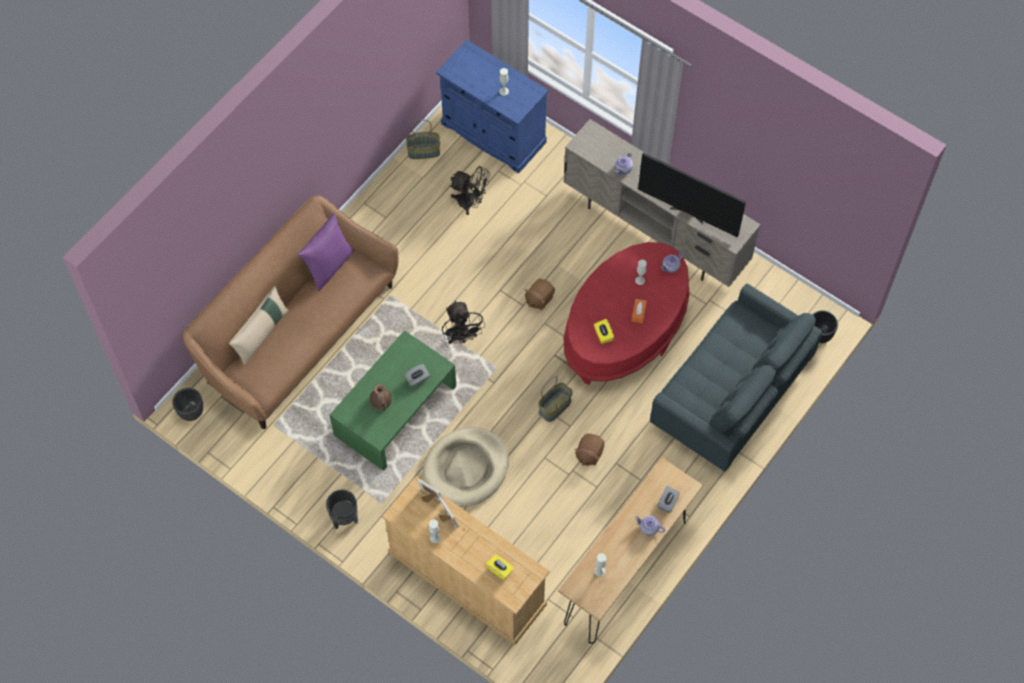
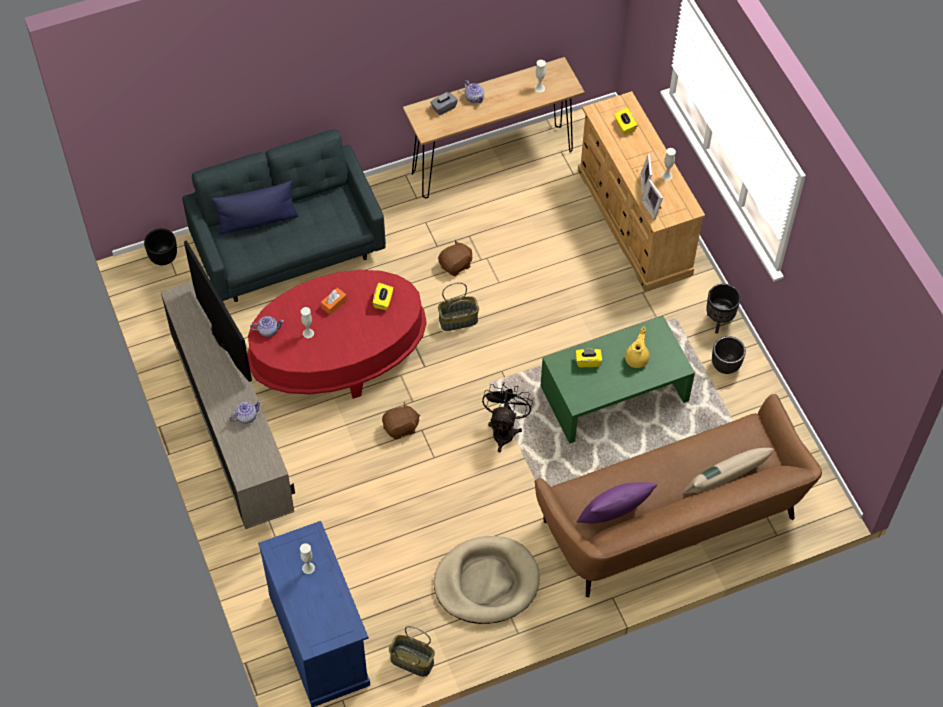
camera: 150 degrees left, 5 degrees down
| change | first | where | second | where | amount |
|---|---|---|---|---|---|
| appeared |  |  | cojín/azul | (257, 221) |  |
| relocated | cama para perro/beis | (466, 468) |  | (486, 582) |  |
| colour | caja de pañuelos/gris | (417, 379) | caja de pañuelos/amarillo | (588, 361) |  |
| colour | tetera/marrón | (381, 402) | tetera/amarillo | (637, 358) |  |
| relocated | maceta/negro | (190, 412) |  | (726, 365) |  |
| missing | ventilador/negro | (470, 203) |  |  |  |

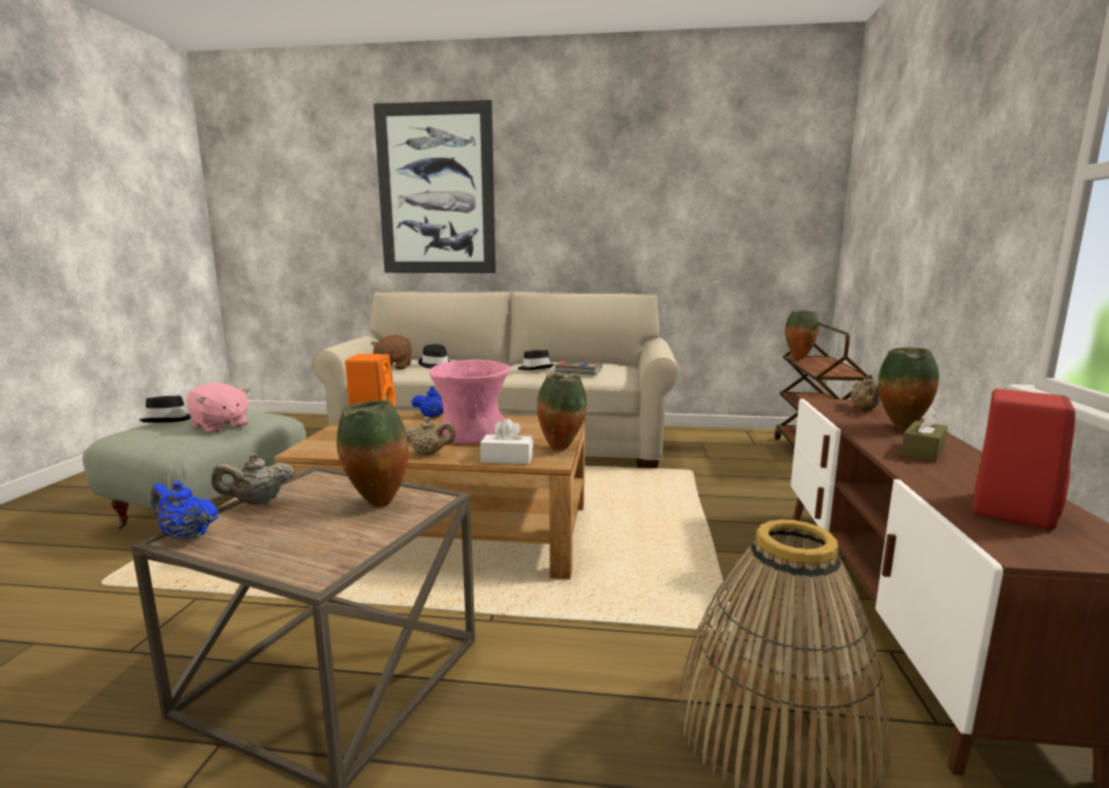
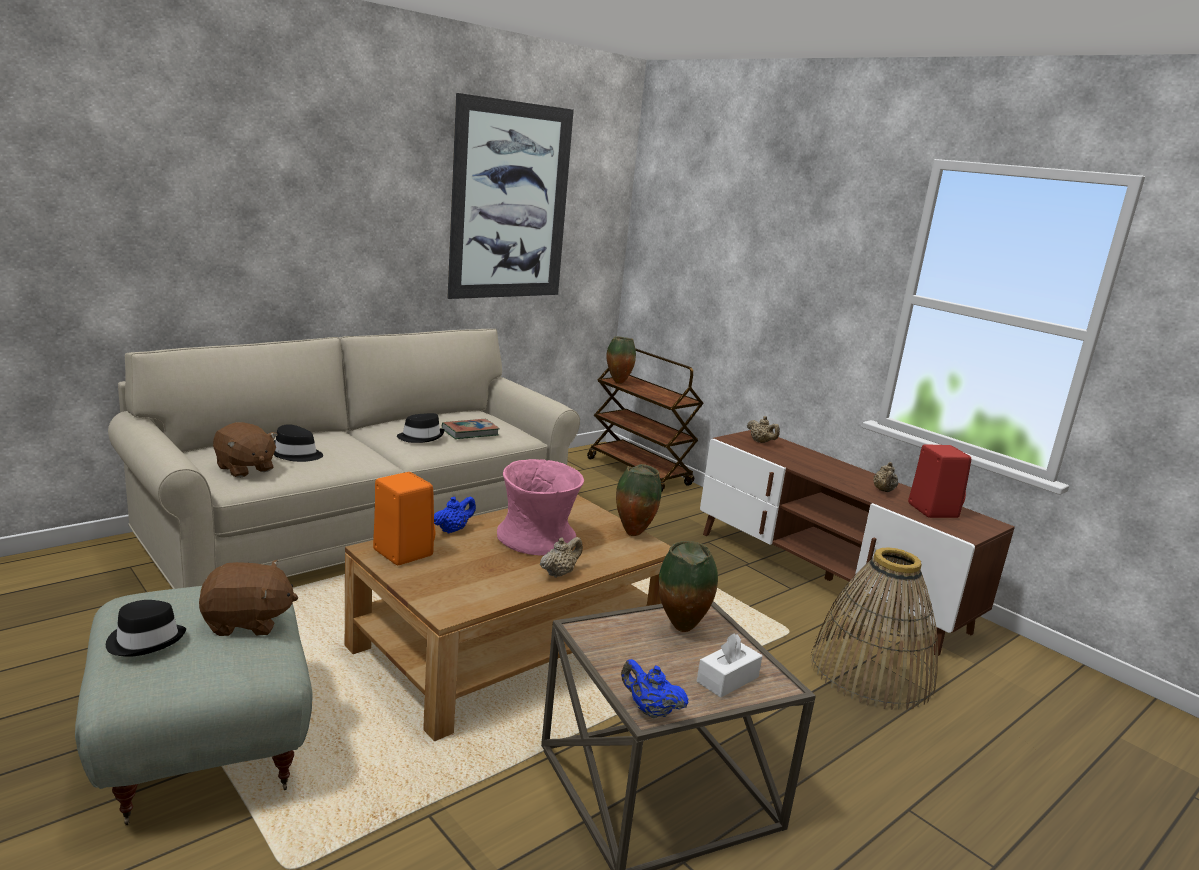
camera: 50 degrees left, 5 degrees up
| change | first | where | second | where | amount |
|---|---|---|---|---|---|
| colour | peluche/rosa | (220, 426) | peluche/marrón | (247, 622) |  |
| relocated | cuadro | (436, 190) |  | (510, 202) |  |
| spun | tetera/azul | (186, 536) |  | (650, 710) | 60 degrees clockwise |
| relocated | caja de pañuelos/blanco | (507, 459) |  | (727, 679) |  |
| relocated | tetera/beis | (257, 502) |  | (883, 491) |  |
| missing | florero | (901, 428) |  |  |  |
| missing | caja de pañuelos/marrón | (922, 452) |  |  |  |

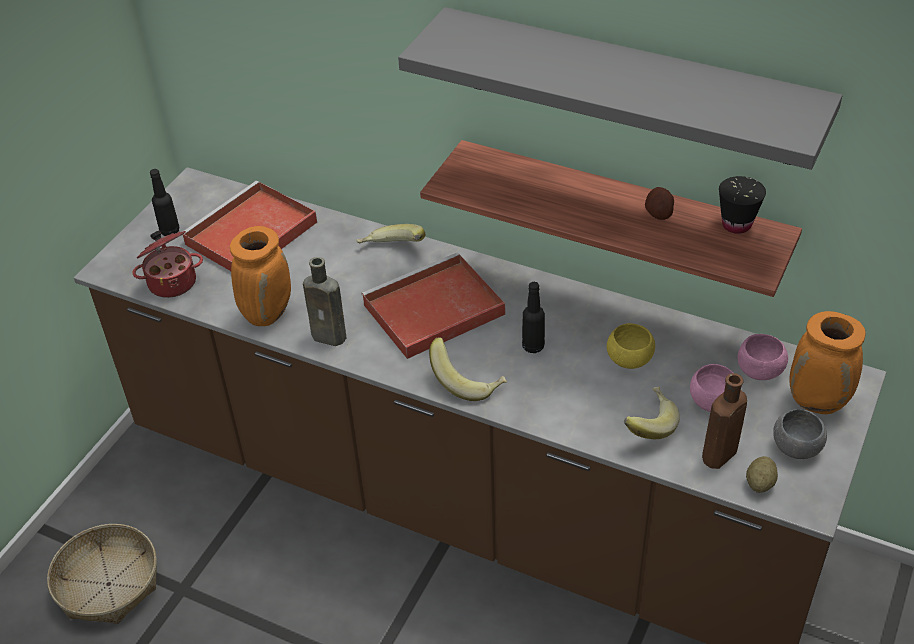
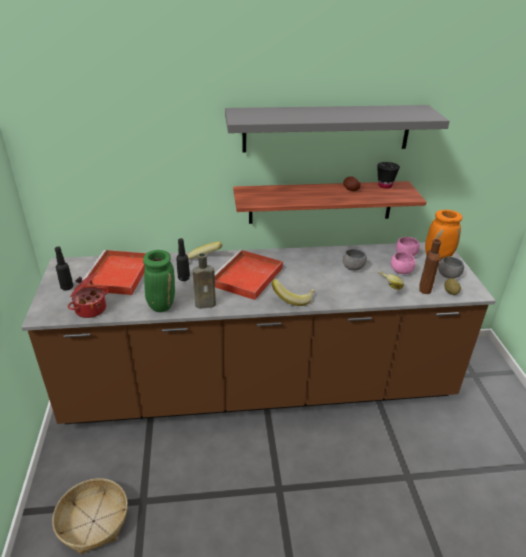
camera: 35 degrees left, 10 degrees down
| change | first | where | second | where | amount |
|---|---|---|---|---|---|
| colour | florero/naranja | (267, 313) | florero/verde | (161, 305) |  |
| relocated | botella/negro | (533, 346) |  | (184, 278) |  |
| colour | cuenco/amarillo | (630, 360) | cuenco/gris | (353, 267) |  |

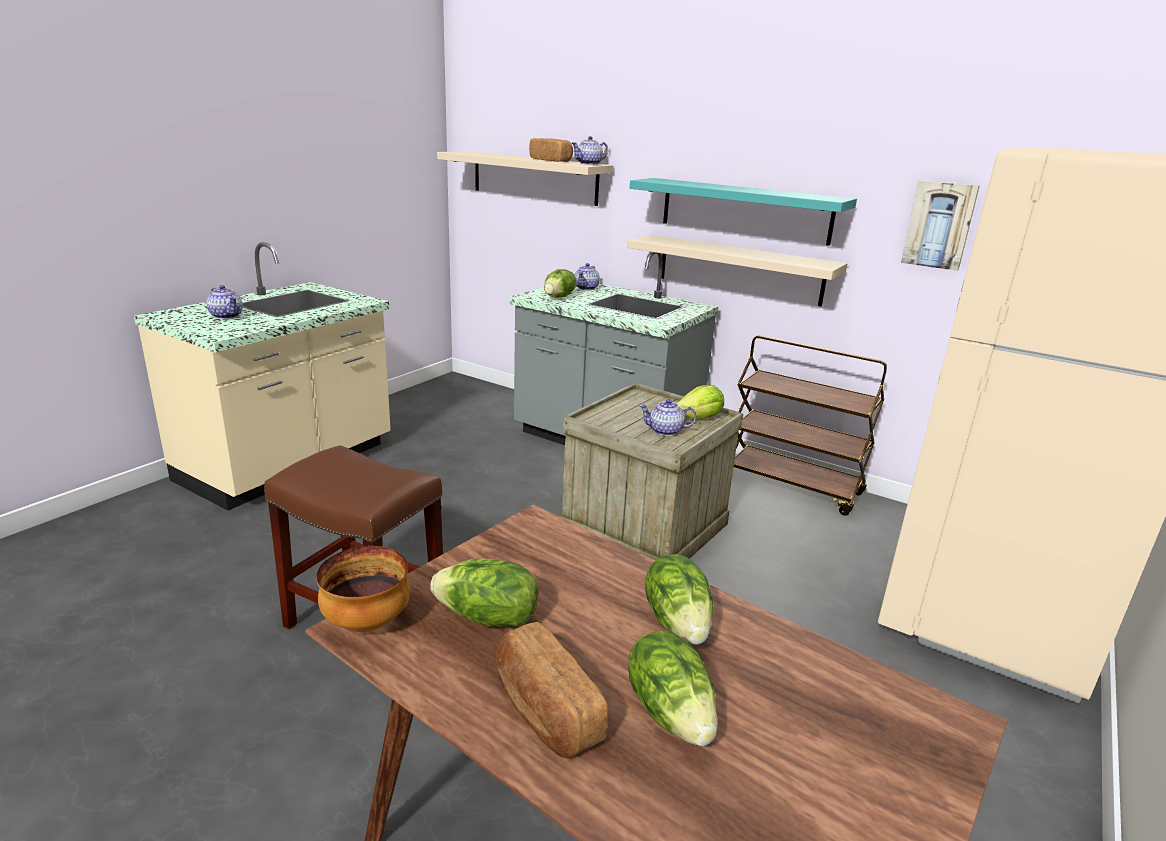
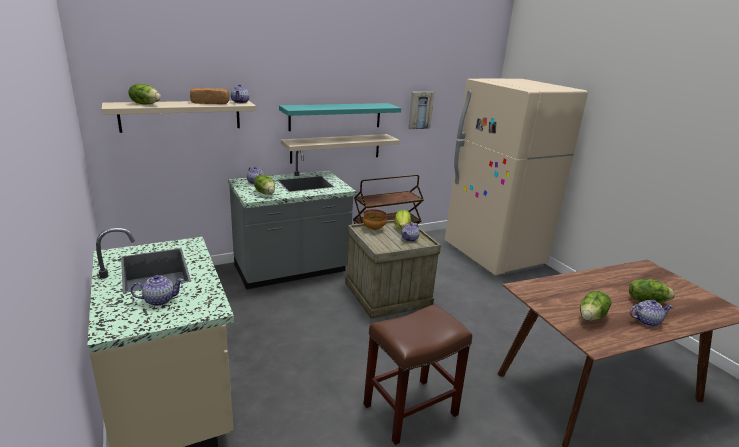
camera: 60 degrees left, 0 degrees up
| change | first | where | second | where | amount |
|---|---|---|---|---|---|
| relocated | lechuga | (678, 622) |  | (145, 104) |  |
| relocated | cuenco | (366, 622) |  | (373, 229) |  |
| exchanged | pan | (545, 710) | tetera | (646, 321) |  |

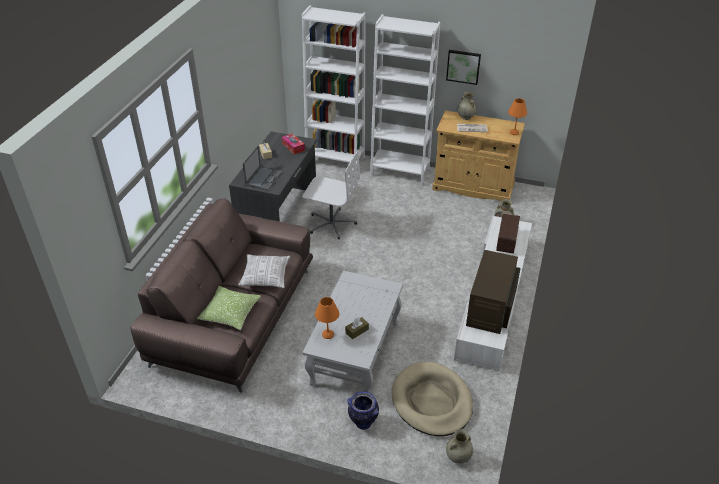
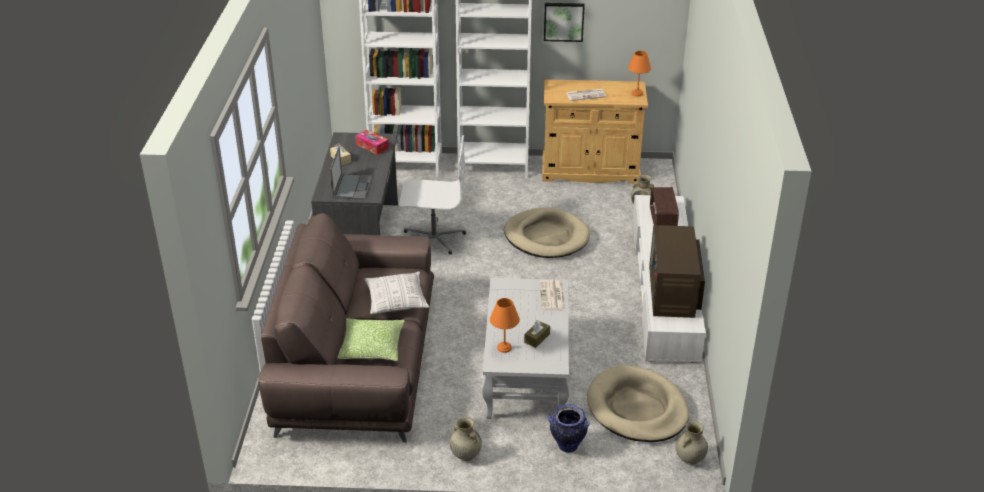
camera: 15 degrees left, 5 degrees down
| change | first | where | second | where | amount |
|---|---|---|---|---|---|
| relocated | florero/beis | (465, 117) |  | (465, 454) |  |
| appeared |  |  | cama para perro/beis | (546, 237) |  |
| appeared |  |  | periódico | (552, 296) |  |

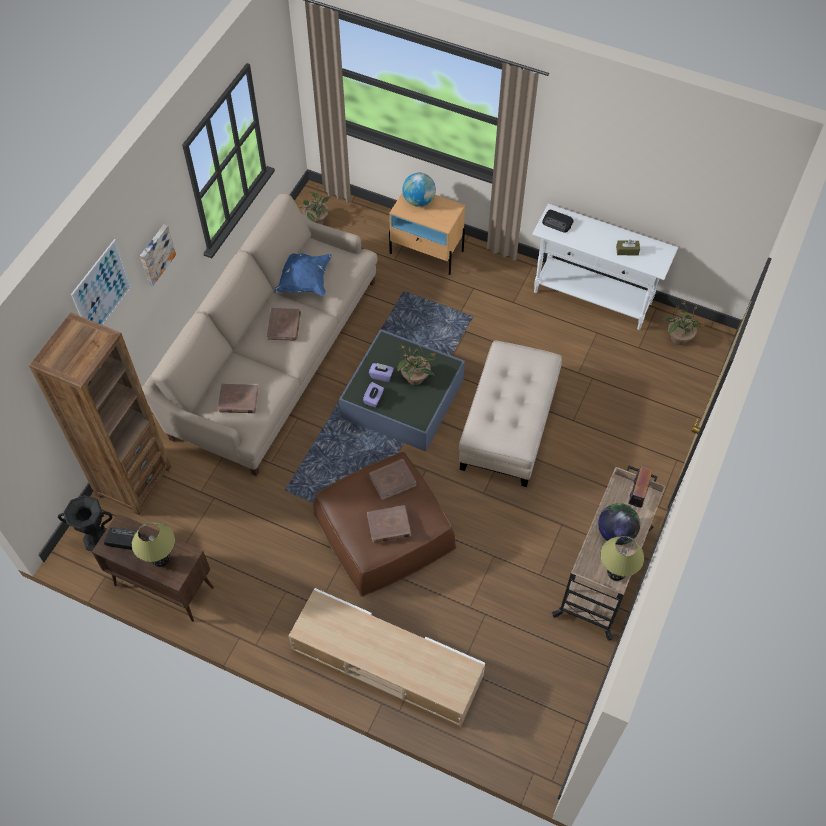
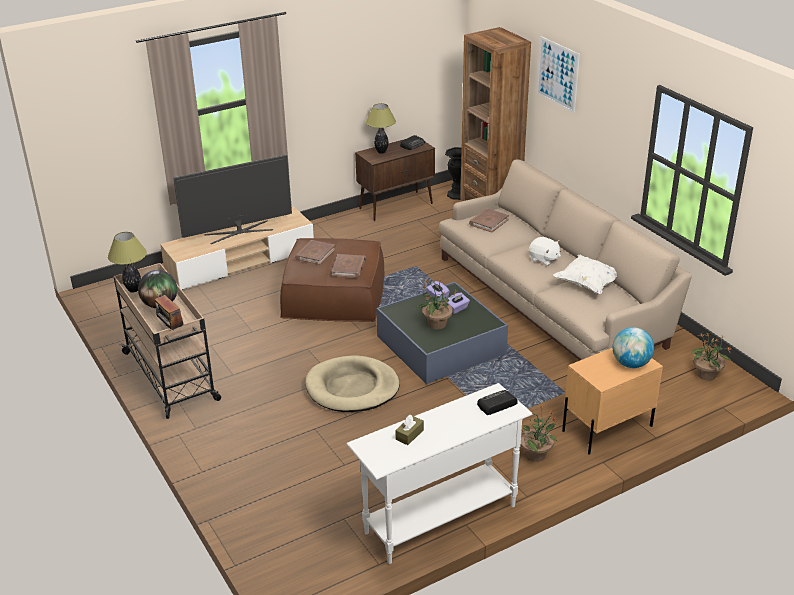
camera: 125 degrees right, 25 degrees down
| change | first | where | second | where | amount |
|---|---|---|---|---|---|
| appeared |  |  | televisor | (239, 232) |  |
| exchanged | puf/beis | (507, 426) | cama para perro/beis | (352, 388) |  |
| relocated | planta en maceta | (678, 338) |  | (536, 454) |  |
| exchanged | libro/marrón | (284, 325) | peluche/blanco | (544, 259) |  |
| colour | cojín/azul | (304, 281) | cojín/blanco | (588, 284) |  |
| missing | cuadro | (156, 254) |  |  |  |

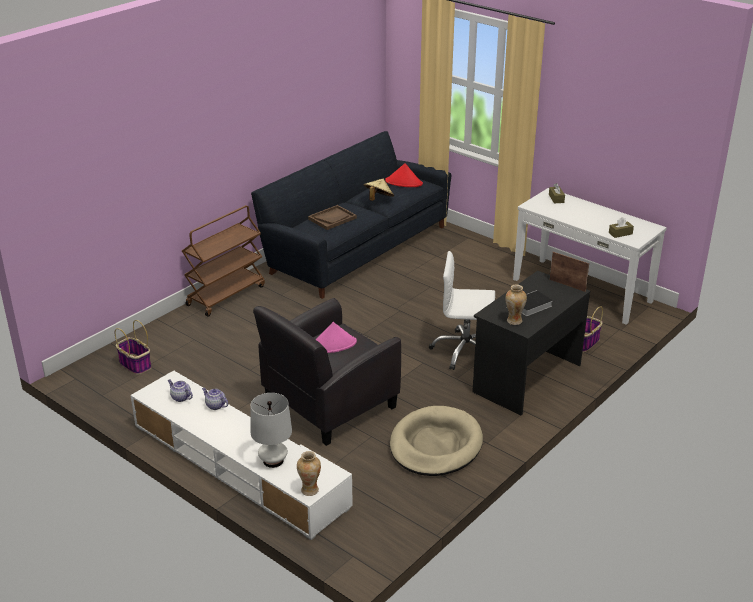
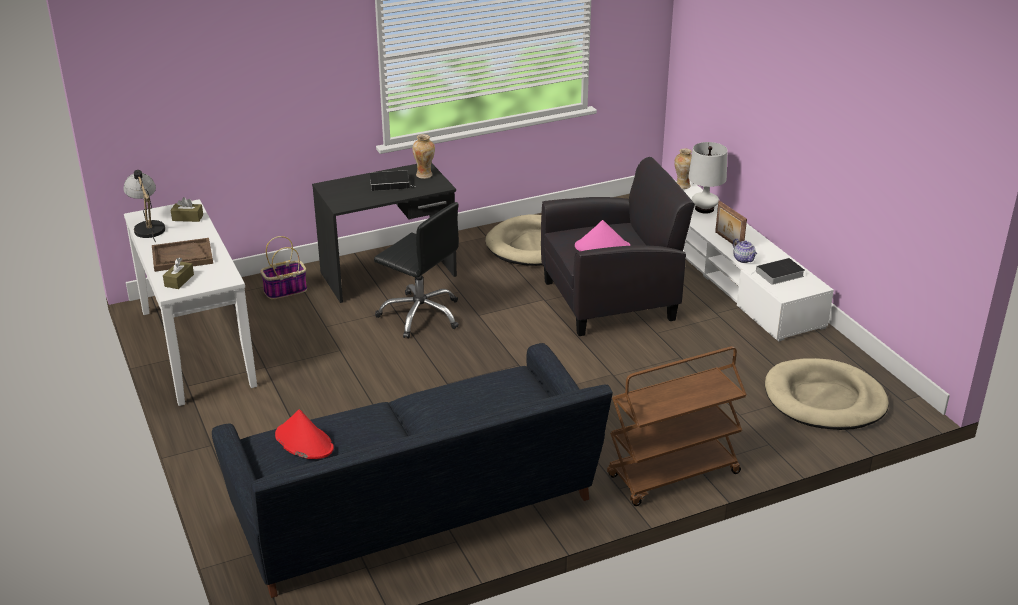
camera: 155 degrees left, 0 degrees up
| change | first | where | second | where | amount |
|---|---|---|---|---|---|
| appeared |  |  | lámpara de mesa | (147, 227) |  |
| relocated | bandeja/marrón | (332, 218) |  | (182, 256) |  |
| colour | silla de oficina/blanco | (465, 351) | silla de oficina/negro | (421, 315) |  |
| relocated | portarretratos | (567, 285) |  | (728, 241) |  |
| exchanged | tetera | (180, 397) | libro | (779, 274) |  |
| exchanged | cesta | (134, 364) | cama para perro/beis | (824, 400) |  |
| missing | sombrero/beis | (378, 199) |  |  |  |

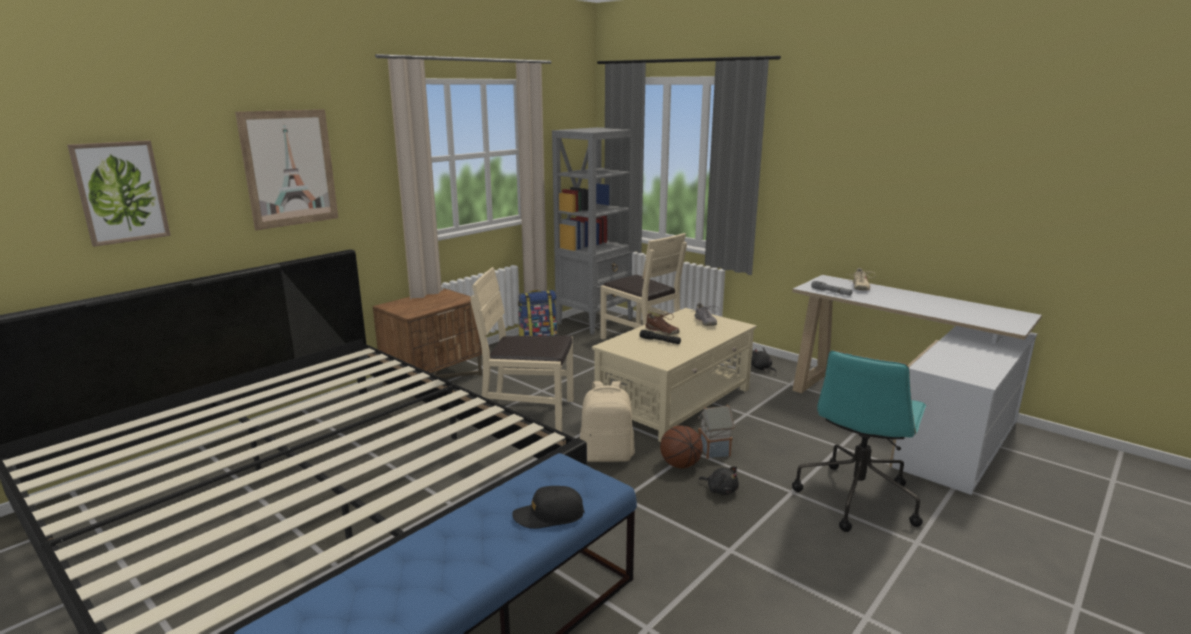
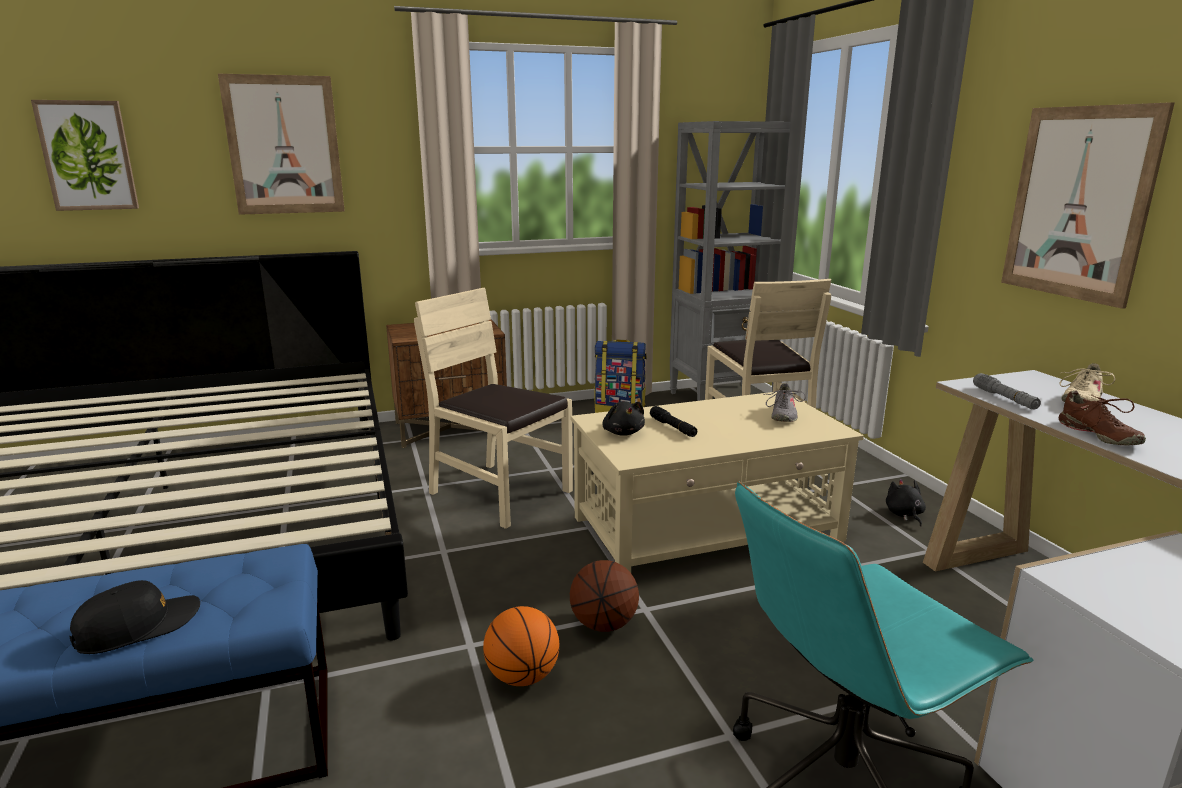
camera: 30 degrees right, 0 degrees up
| change | first | where | second | where | amount |
|---|---|---|---|---|---|
| spun | gorra/negro | (549, 515) |  | (138, 627) | 120 degrees clockwise |
| appeared |  |  | balón de baloncesto | (522, 676) |  |
| relocated | peluche/negro | (720, 490) |  | (623, 432) |  |
| appeared |  |  | cuadro | (1078, 203) |  |
| relocated | zapato/marrón | (661, 331) |  | (1097, 435) |  |
| missing | mochila/beis | (607, 455) |  |  |  |
| missing | casita | (714, 451) |  |  |  |

